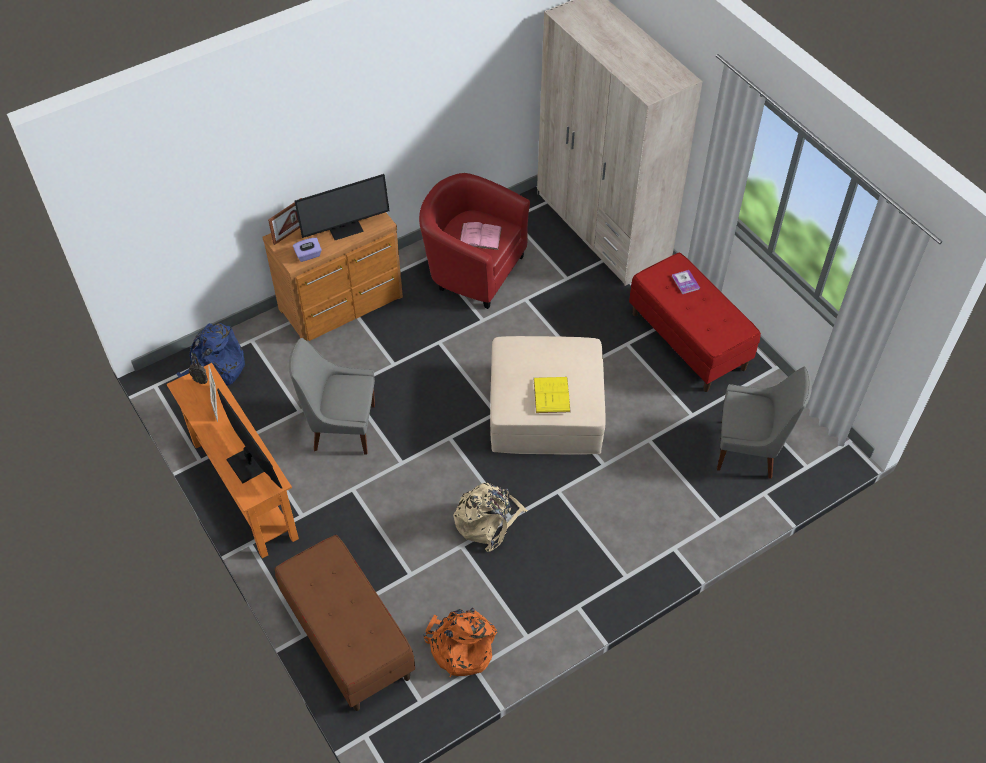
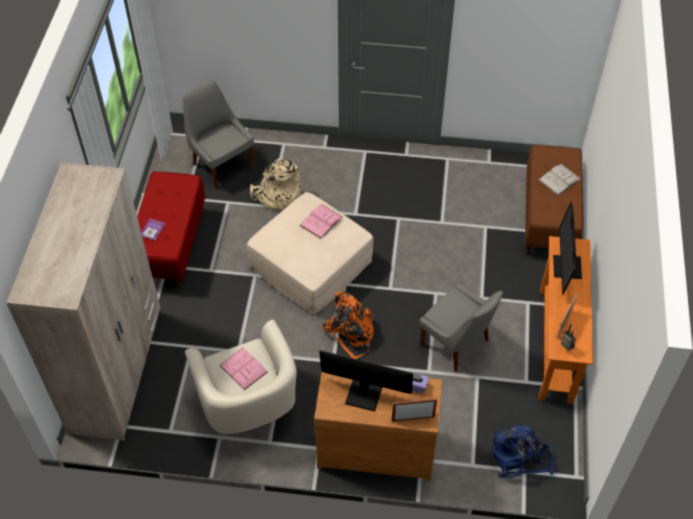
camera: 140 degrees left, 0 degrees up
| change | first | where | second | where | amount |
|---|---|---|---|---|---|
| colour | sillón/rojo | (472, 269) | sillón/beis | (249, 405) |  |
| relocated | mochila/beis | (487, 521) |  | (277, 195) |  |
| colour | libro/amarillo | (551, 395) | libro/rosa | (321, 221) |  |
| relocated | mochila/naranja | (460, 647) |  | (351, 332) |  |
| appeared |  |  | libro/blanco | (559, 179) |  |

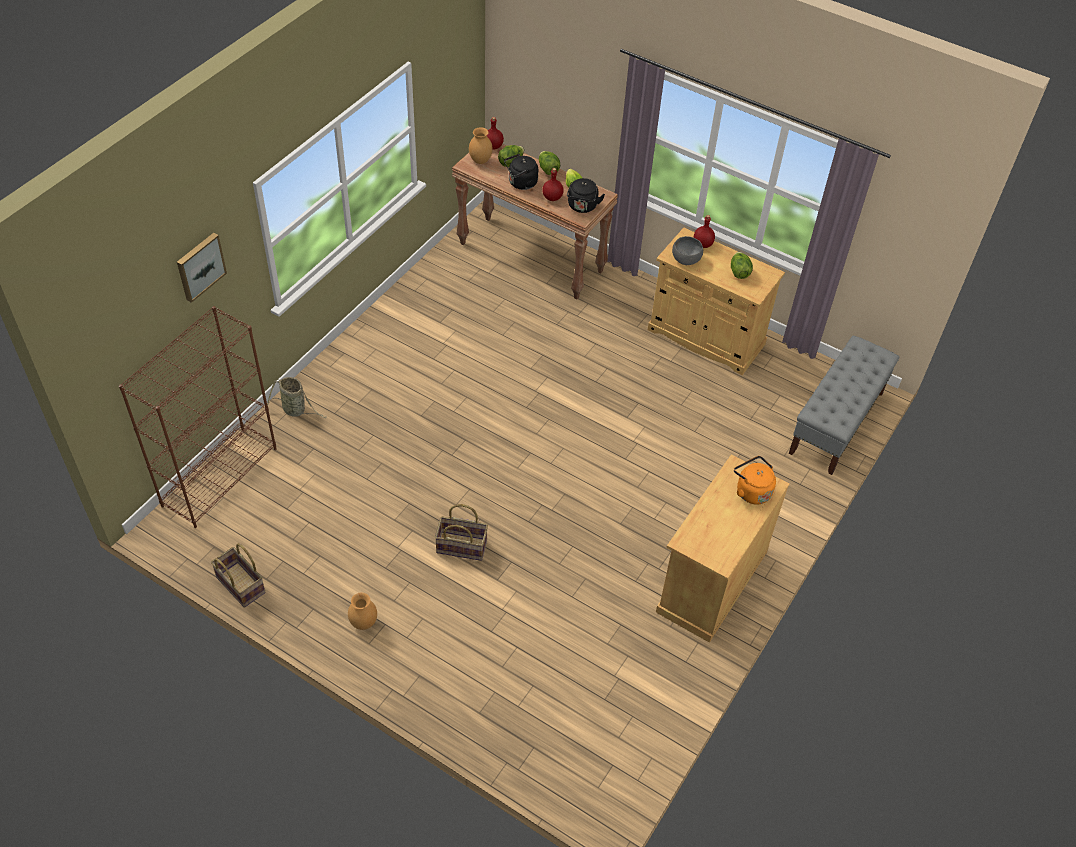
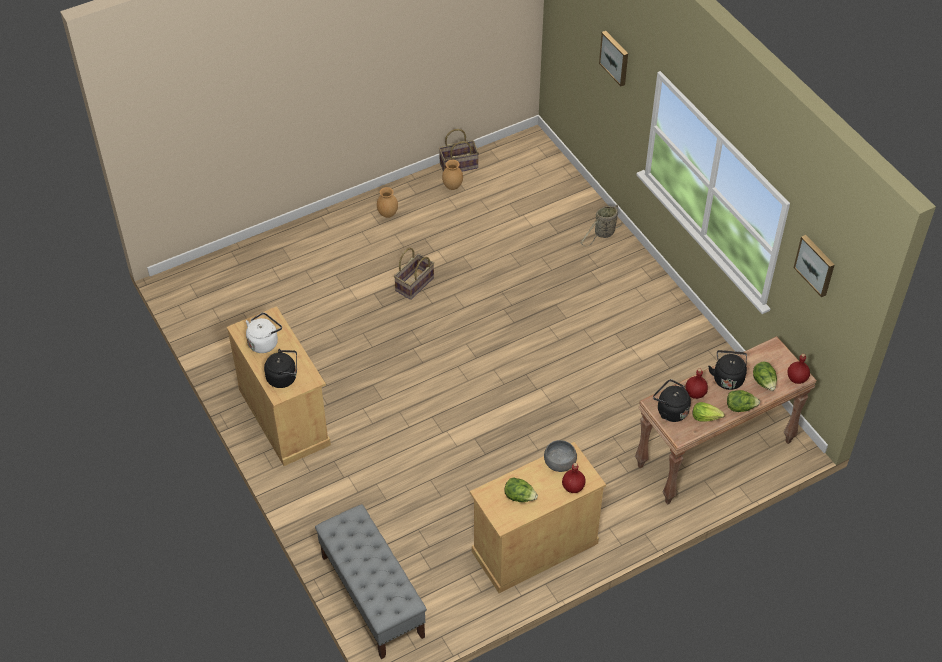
camera: 120 degrees right, 0 degrees up
| change | first | where | second | where | amount |
|---|---|---|---|---|---|
| appeared |  |  | hervidor/blanco | (264, 342) |  |
| colour | hervidor/naranja | (751, 491) | hervidor/negro | (284, 377) |  |
| relocated | florero/marrón | (481, 161) |  | (452, 187) |  |
| appeared |  |  | cuadro | (815, 265) |  |
| missing | estantería/marrón | (220, 476) |  |  |  |

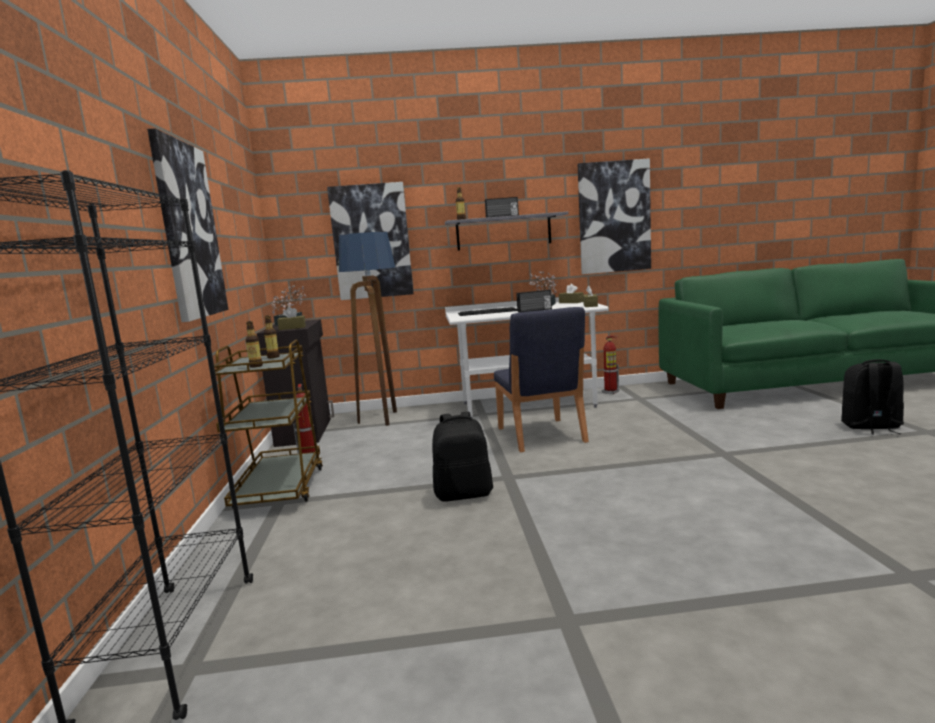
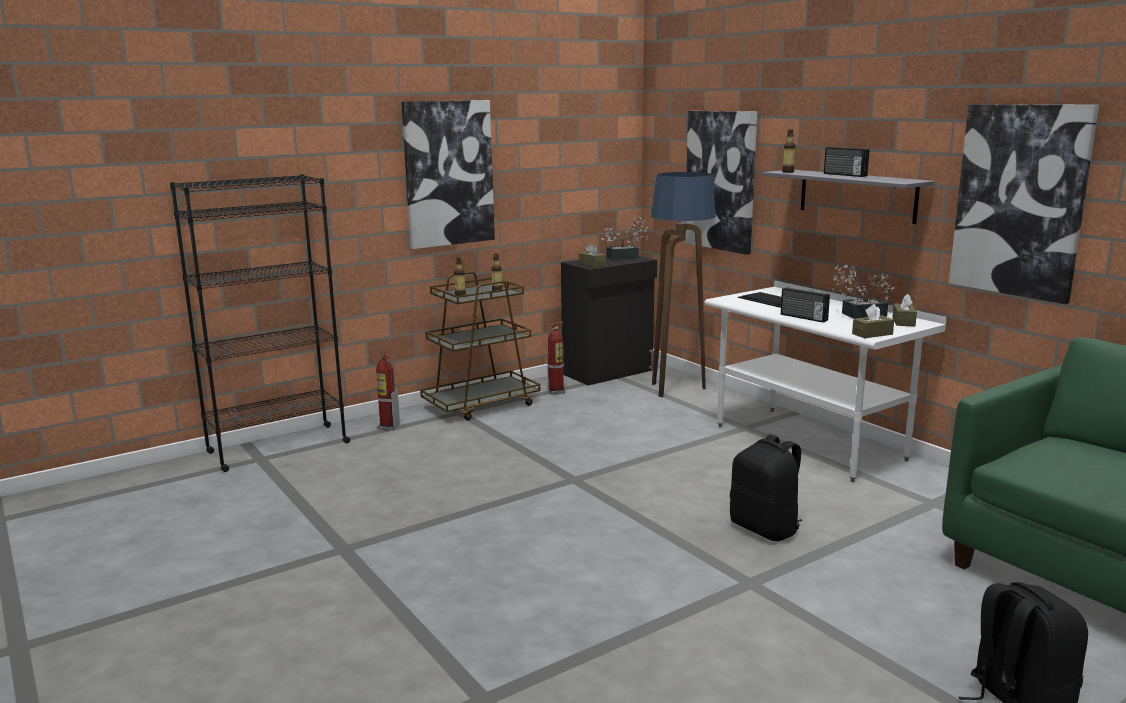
camera: 60 degrees right, 5 degrees up
| change | first | where | second | where | amount |
|---|---|---|---|---|---|
| relocated | extintor | (611, 392) |  | (388, 427) |  |
| relocated | mochila/negro | (464, 494) |  | (765, 528) |  |
| missing | silla/azul | (541, 435) |  |  |  |

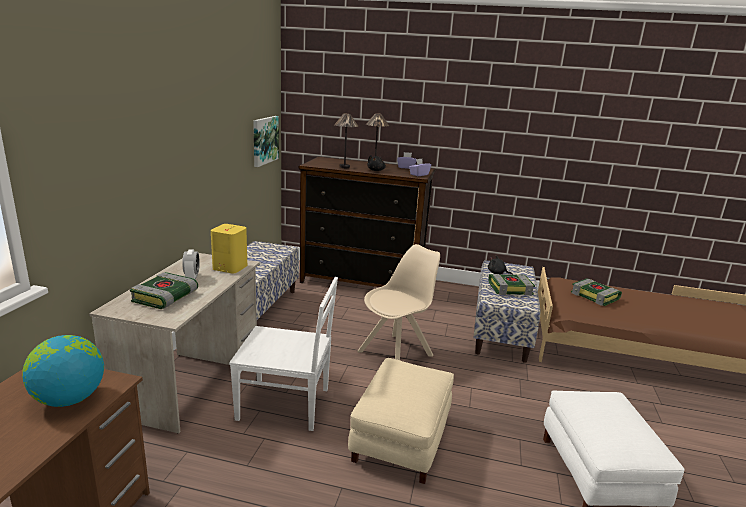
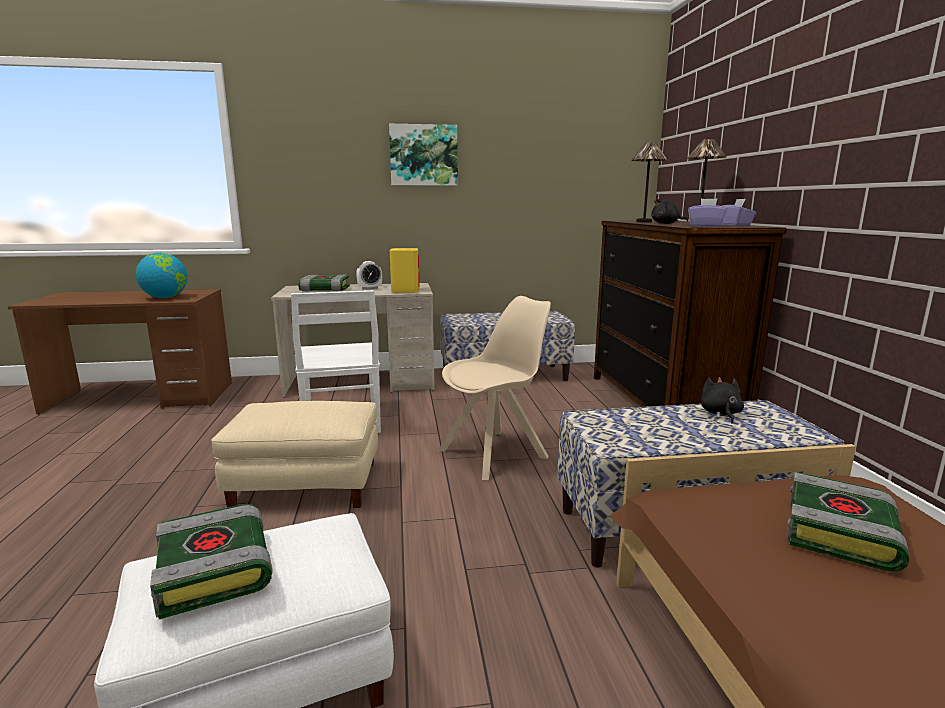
camera: 70 degrees right, 5 degrees down
| change | first | where | second | where | amount |
|---|---|---|---|---|---|
| relocated | libro | (510, 288) |  | (217, 570) |  |
| relocated | cuadro | (264, 140) |  | (423, 155) |  |
| spun | silla/beis | (397, 353) |  | (495, 453) | 60 degrees counterclockwise |

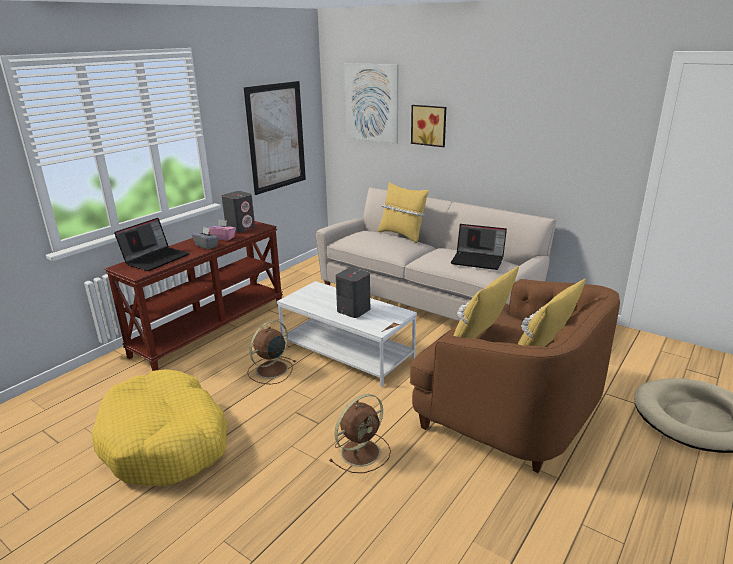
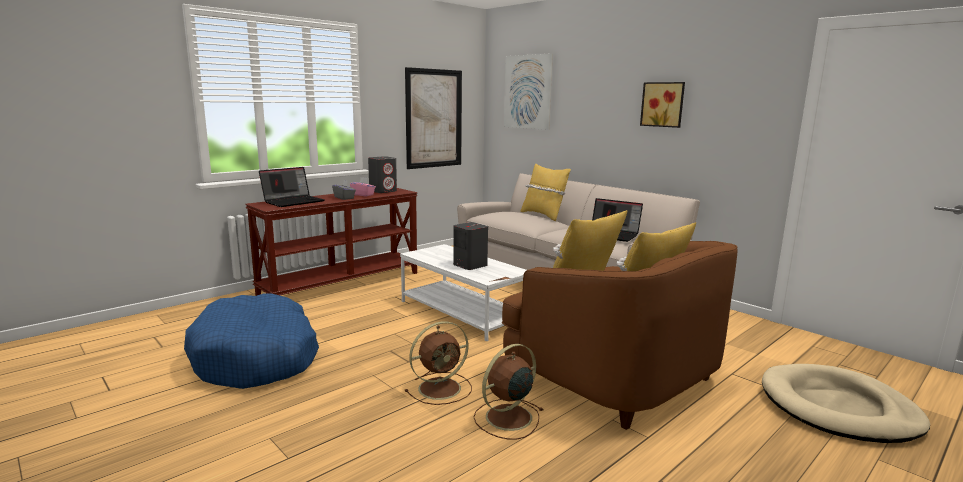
camera: 10 degrees right, 10 degrees down
| change | first | where | second | where | amount |
|---|---|---|---|---|---|
| colour | cama para perro/amarillo | (166, 441) | cama para perro/azul | (257, 357) |  |
| relocated | ventilador/marrón | (270, 370) |  | (507, 418) |  |
| relocated | cuadro | (429, 125) |  | (663, 104) |  |

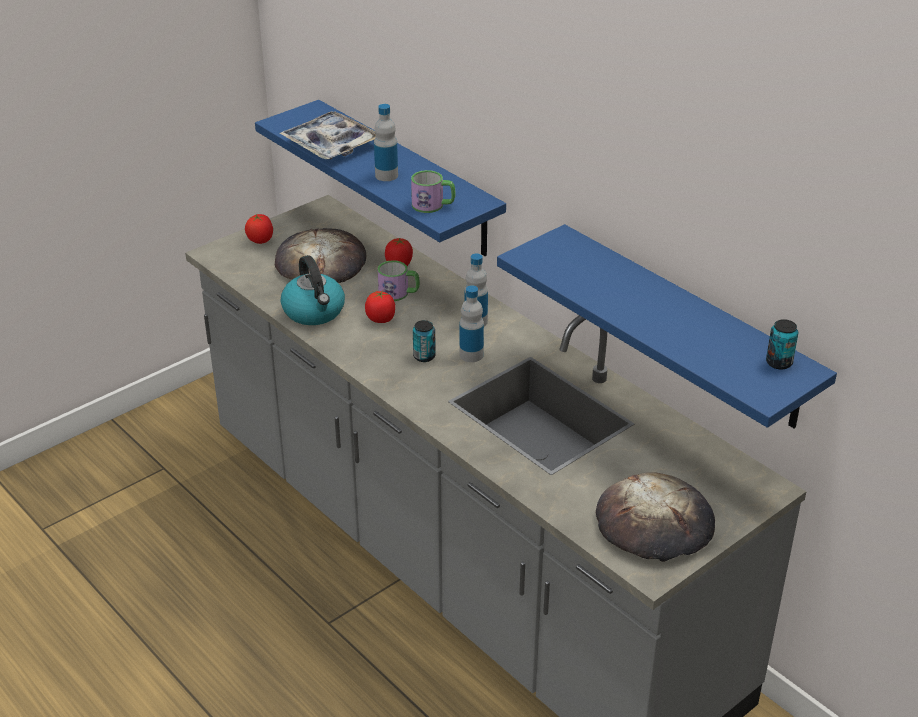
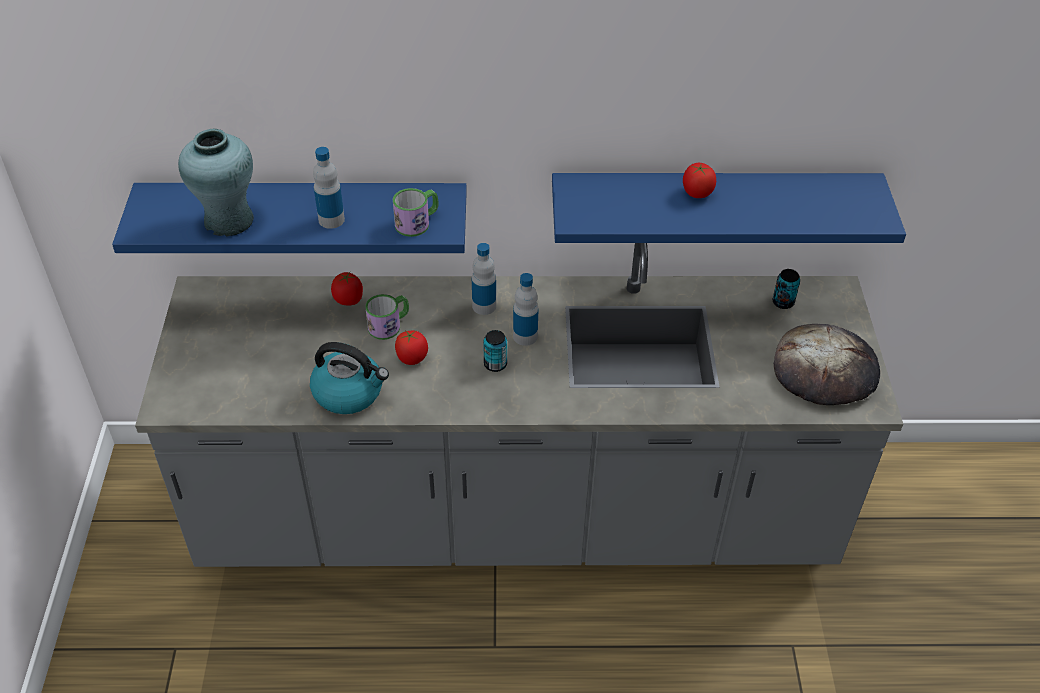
camera: 50 degrees left, 10 degrees up
| change | first | where | second | where | amount |
|---|---|---|---|---|---|
| exchanged | bandeja | (331, 144) | florero/turquesa | (229, 221) |  |
| relocated | tomate | (260, 240) |  | (696, 193) |  |
| relocated | lata | (779, 362) |  | (783, 302) |  |
| missing | pan | (321, 262) |  |  |  |

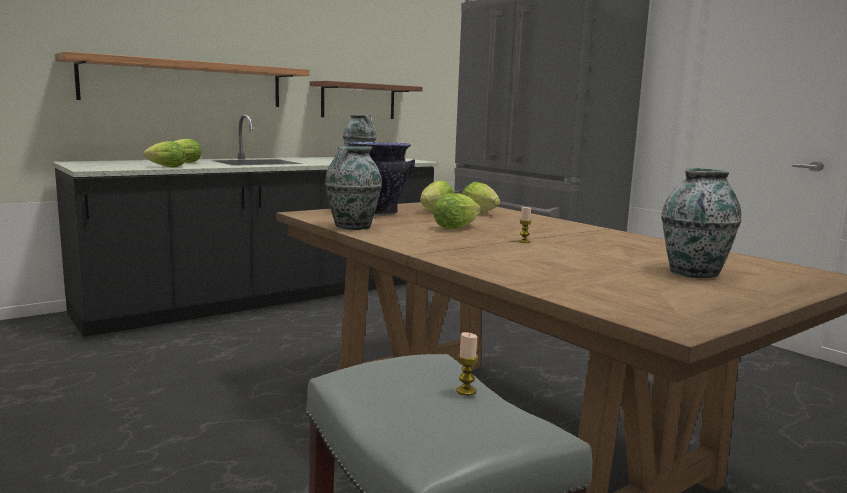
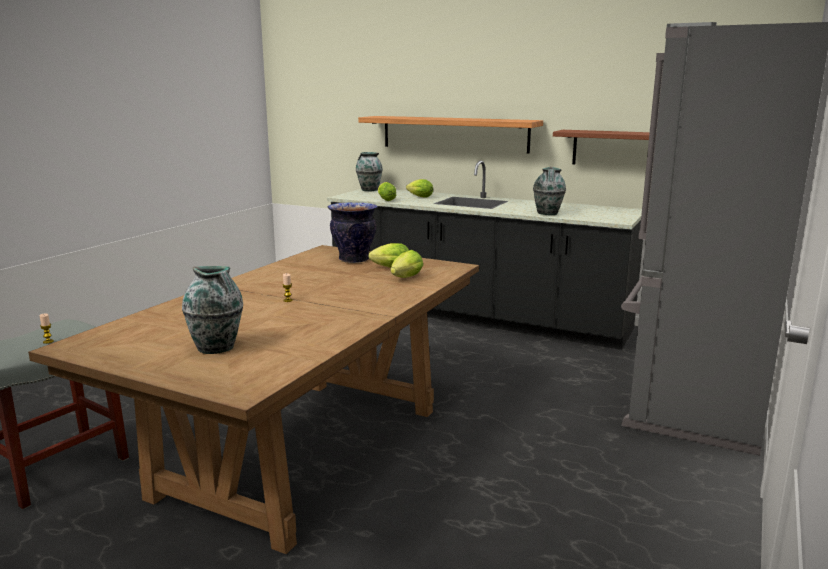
camera: 65 degrees right, 5 degrees up
| change | first | where | second | where | amount |
|---|---|---|---|---|---|
| relocated | florero | (352, 227) |  | (369, 190) |  |
| missing | lechuga | (458, 228) |  |  |  |

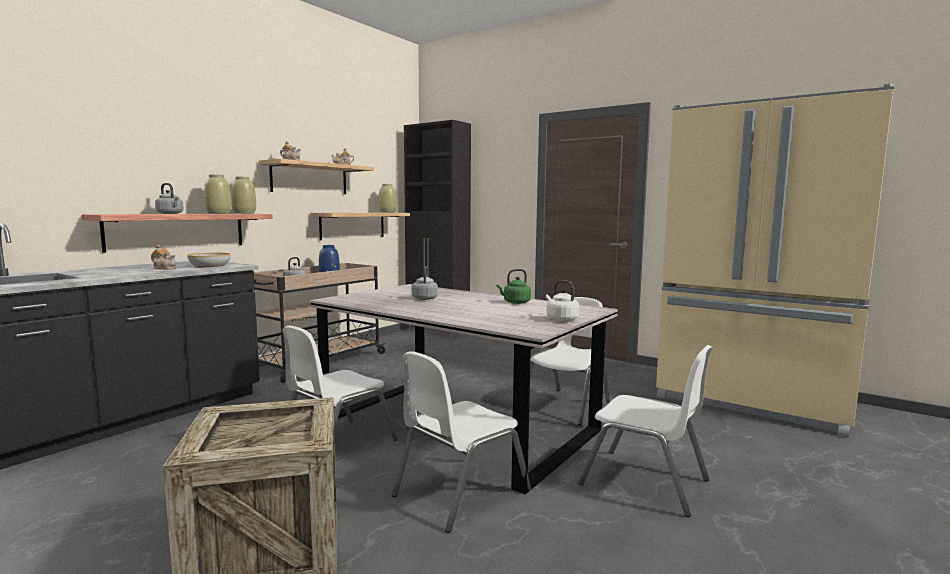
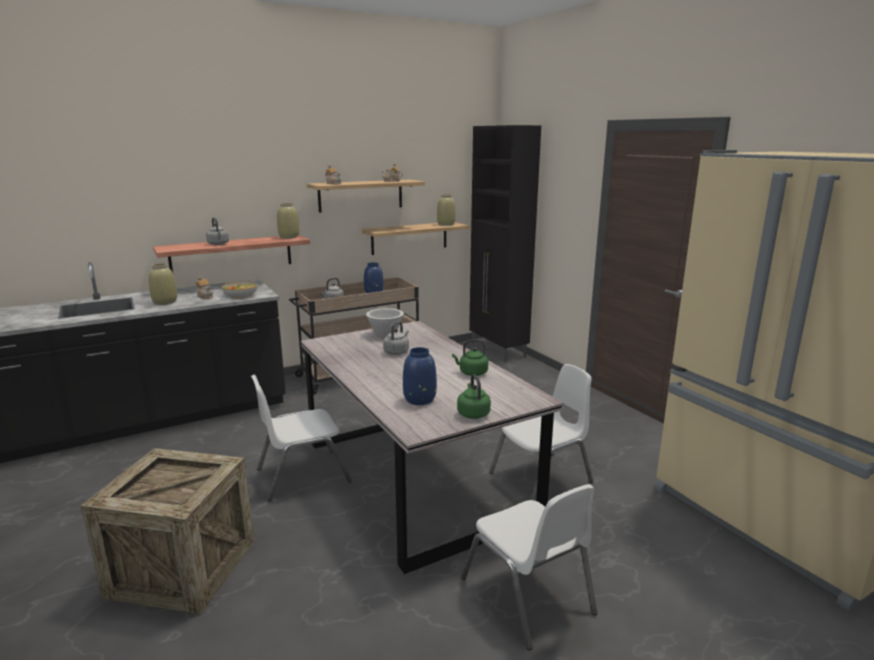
camera: 25 degrees right, 10 degrees up
| change | first | where | second | where | amount |
|---|---|---|---|---|---|
| relocated | florero/beis | (218, 213) |  | (164, 302) |  |
| appeared |  |  | cuenco/blanco | (385, 334) |  |
| appeared |  |  | florero/azul | (419, 399) |  |
| colour | hervidor/blanco | (560, 319) | hervidor/verde | (473, 413) |  |
| missing | silla/blanco | (460, 493) |  |  |  |

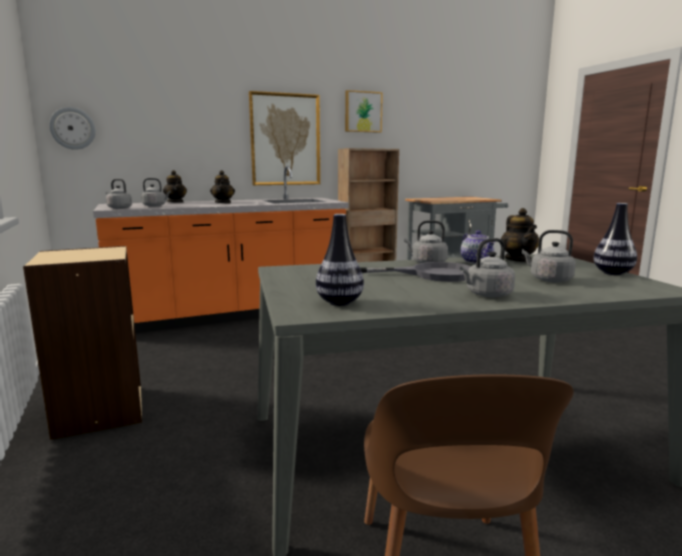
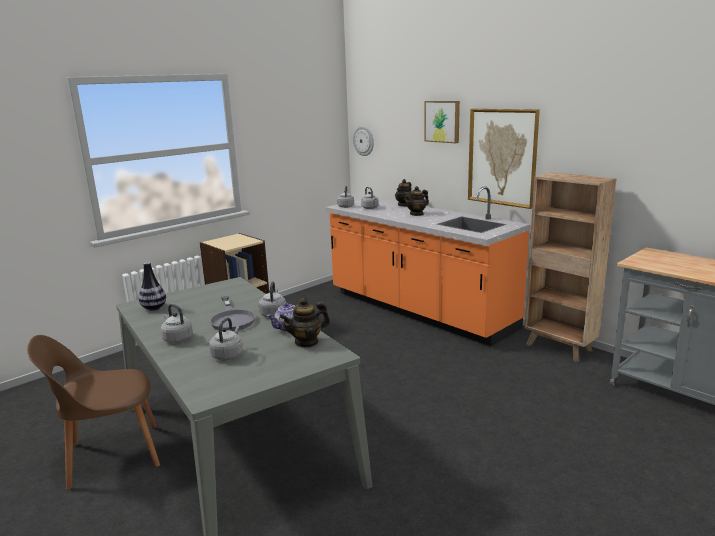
camera: 70 degrees right, 5 degrees up
| change | first | where | second | where | amount |
|---|---|---|---|---|---|
| relocated | cuadro | (362, 112) |  | (443, 121) |  |
| missing | florero | (613, 273) |  |  |  |

